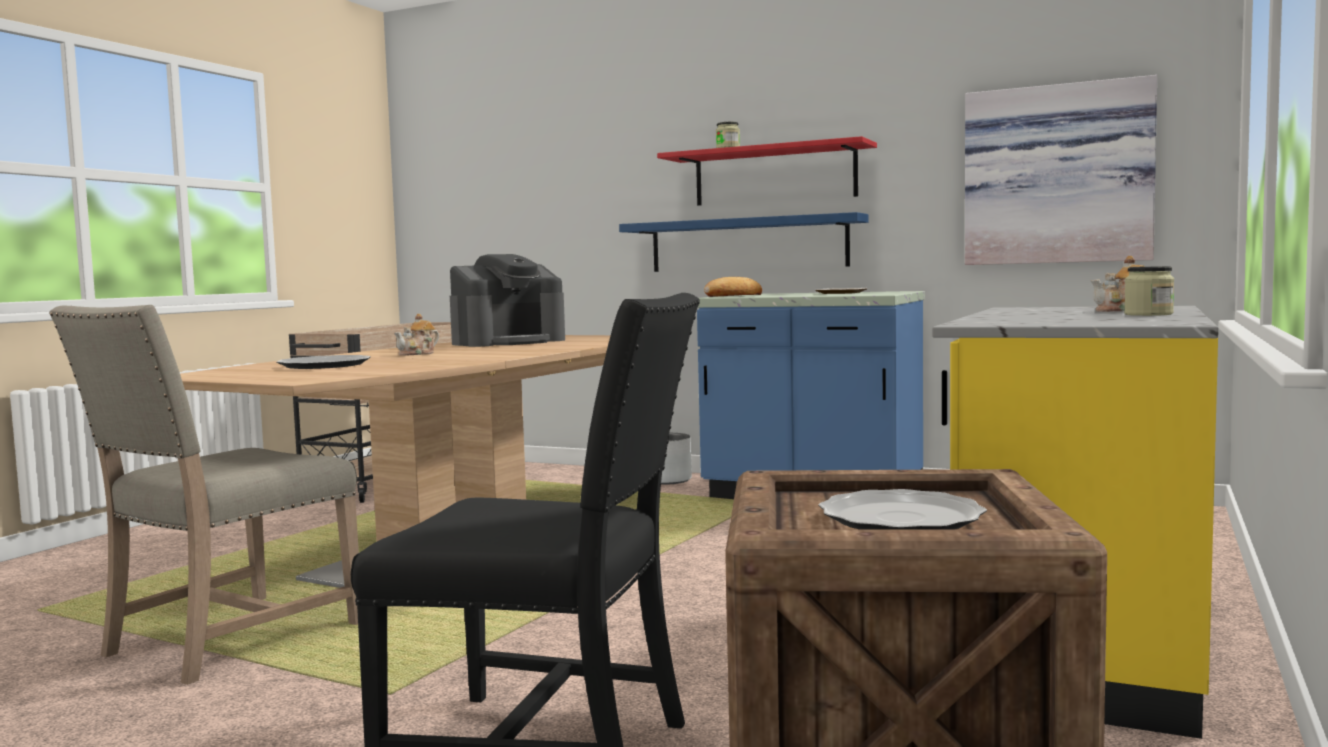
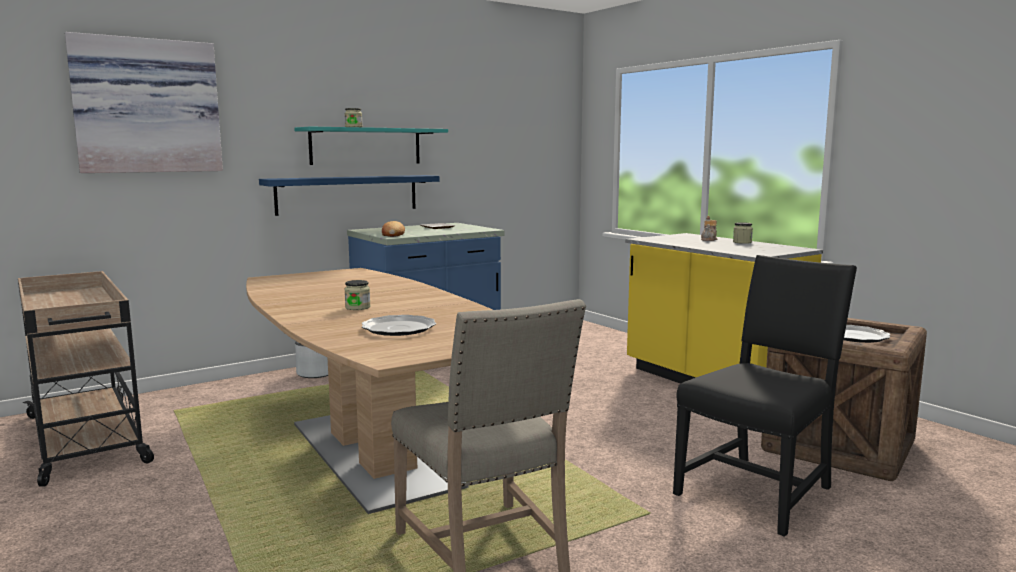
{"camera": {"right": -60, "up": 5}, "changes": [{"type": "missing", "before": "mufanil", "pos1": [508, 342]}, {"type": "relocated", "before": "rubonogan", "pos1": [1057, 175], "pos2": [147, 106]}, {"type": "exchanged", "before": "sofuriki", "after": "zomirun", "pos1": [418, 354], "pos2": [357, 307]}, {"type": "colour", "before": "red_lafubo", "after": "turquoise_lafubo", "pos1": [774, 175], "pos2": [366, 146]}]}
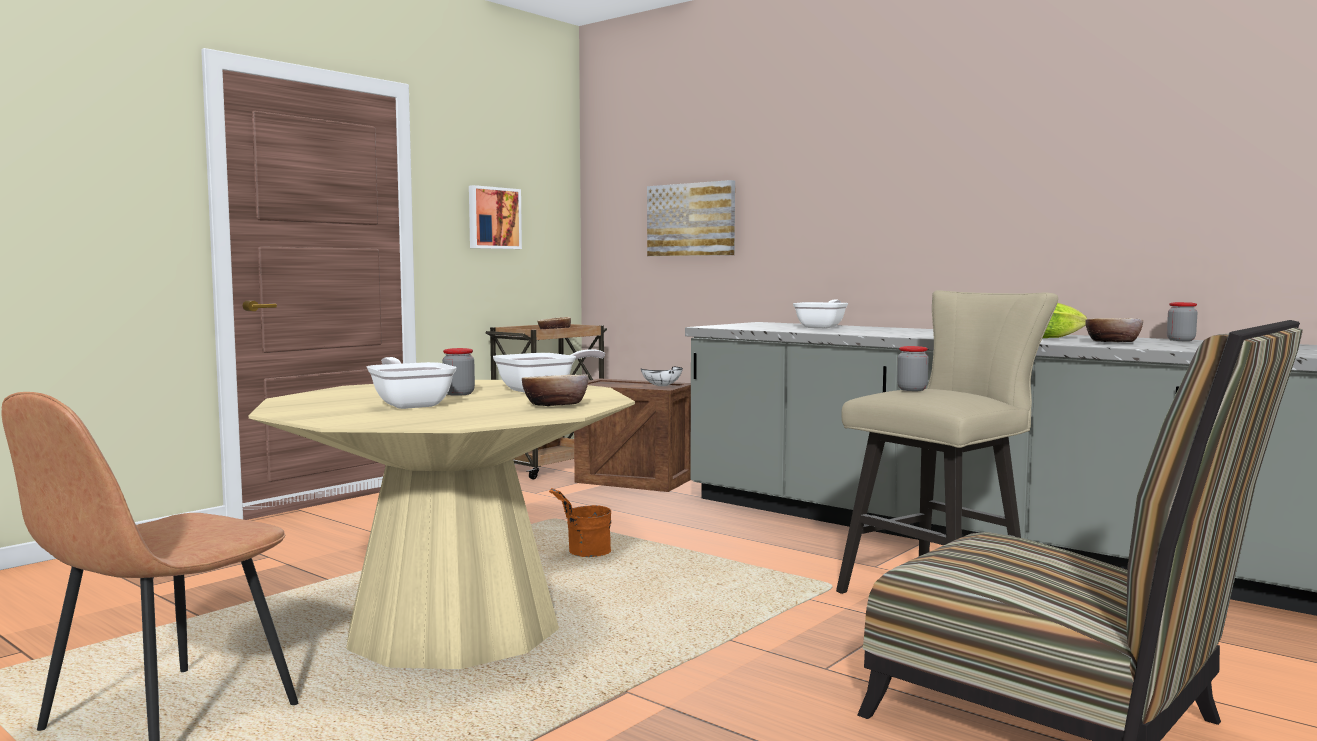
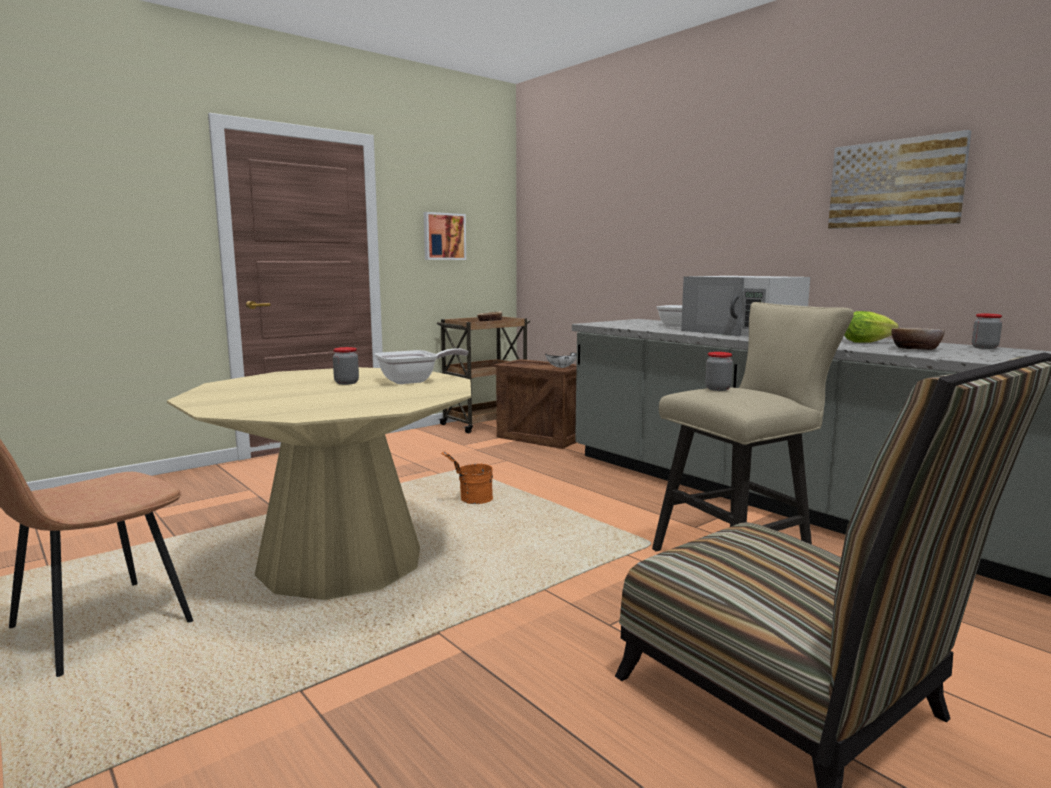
{"camera": {"right": 10, "up": 5}, "changes": [{"type": "missing", "before": "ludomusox", "pos1": [410, 404]}, {"type": "missing", "before": "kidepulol", "pos1": [555, 405]}, {"type": "appeared", "after": "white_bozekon", "pos2": [743, 332]}, {"type": "relocated", "before": "rubonogan", "pos1": [691, 219], "pos2": [895, 183]}]}
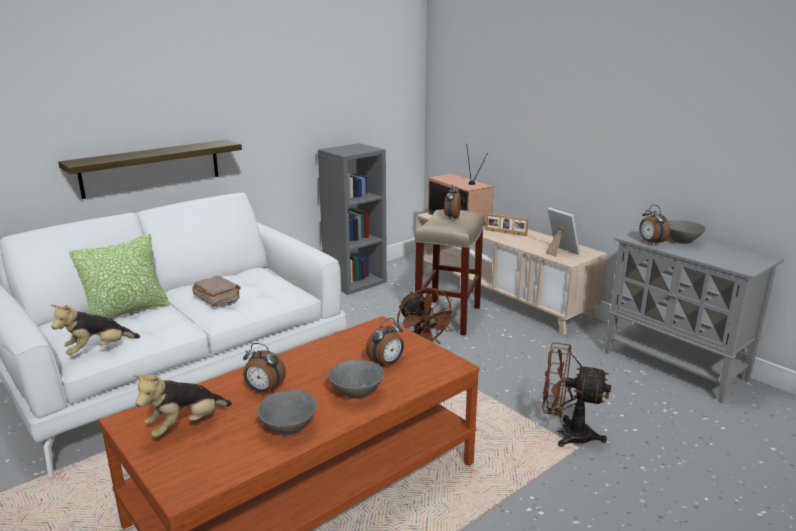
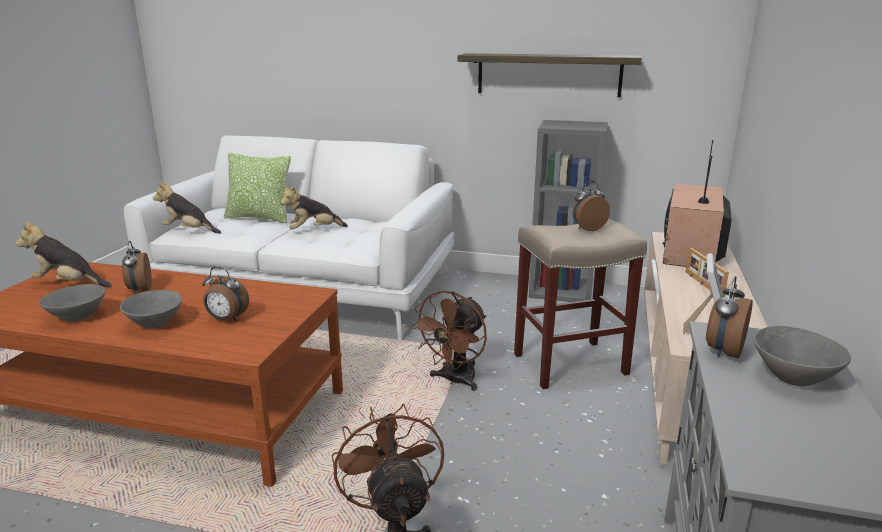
{"camera": {"right": 55, "up": 0}, "changes": [{"type": "relocated", "before": "lafubo", "pos1": [151, 168], "pos2": [548, 74]}, {"type": "exchanged", "before": "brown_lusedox", "after": "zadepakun", "pos1": [217, 298], "pos2": [313, 231]}]}
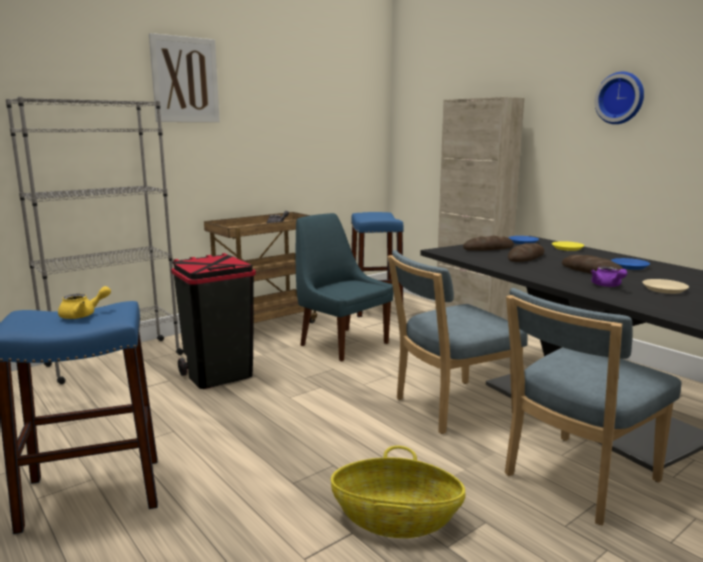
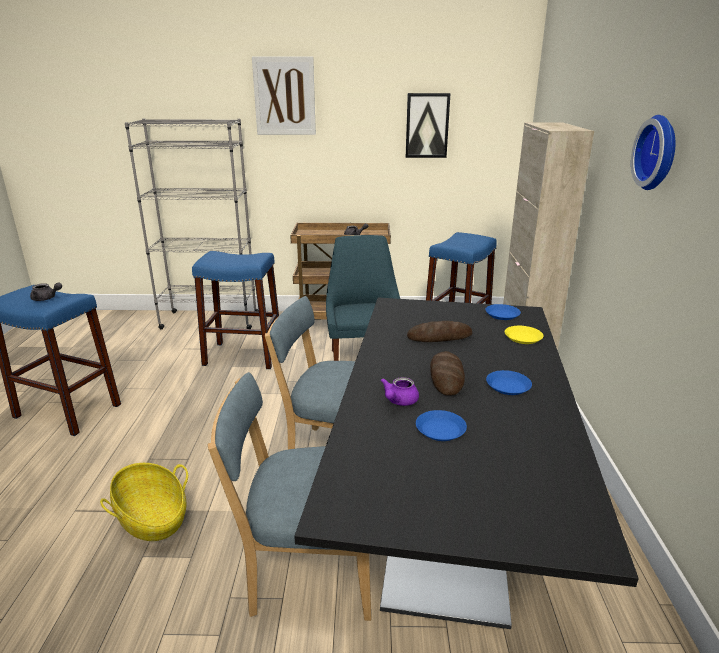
{"camera": {"right": 40, "up": 10}, "changes": [{"type": "missing", "before": "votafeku", "pos1": [488, 248]}, {"type": "appeared", "after": "rubonogan", "pos2": [427, 125]}, {"type": "exchanged", "before": "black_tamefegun", "after": "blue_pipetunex", "pos1": [218, 374], "pos2": [243, 355]}, {"type": "colour", "before": "yellow_sofuriki", "after": "grey_sofuriki", "pos1": [83, 315], "pos2": [46, 298]}, {"type": "colour", "before": "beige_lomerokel", "after": "blue_lomerokel", "pos1": [664, 289], "pos2": [440, 430]}]}
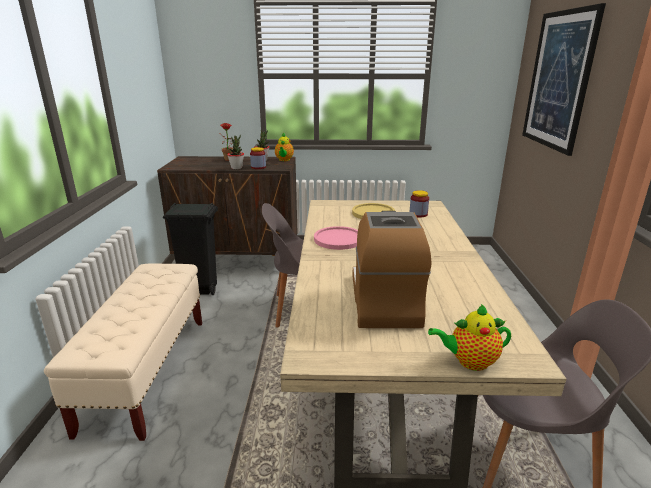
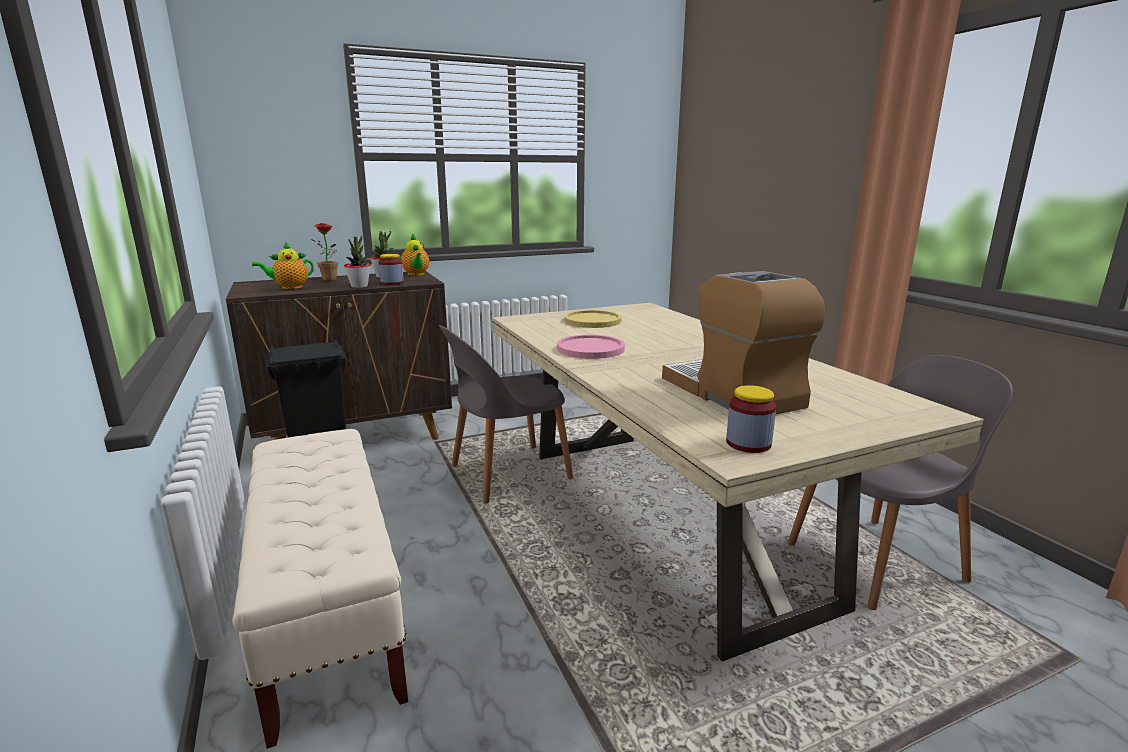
{"camera": {"right": -25, "up": -5}, "changes": [{"type": "missing", "before": "rubonogan", "pos1": [558, 80]}, {"type": "relocated", "before": "zomirun", "pos1": [418, 214], "pos2": [748, 443]}, {"type": "relocated", "before": "sofuriki", "pos1": [469, 361], "pos2": [289, 287]}]}
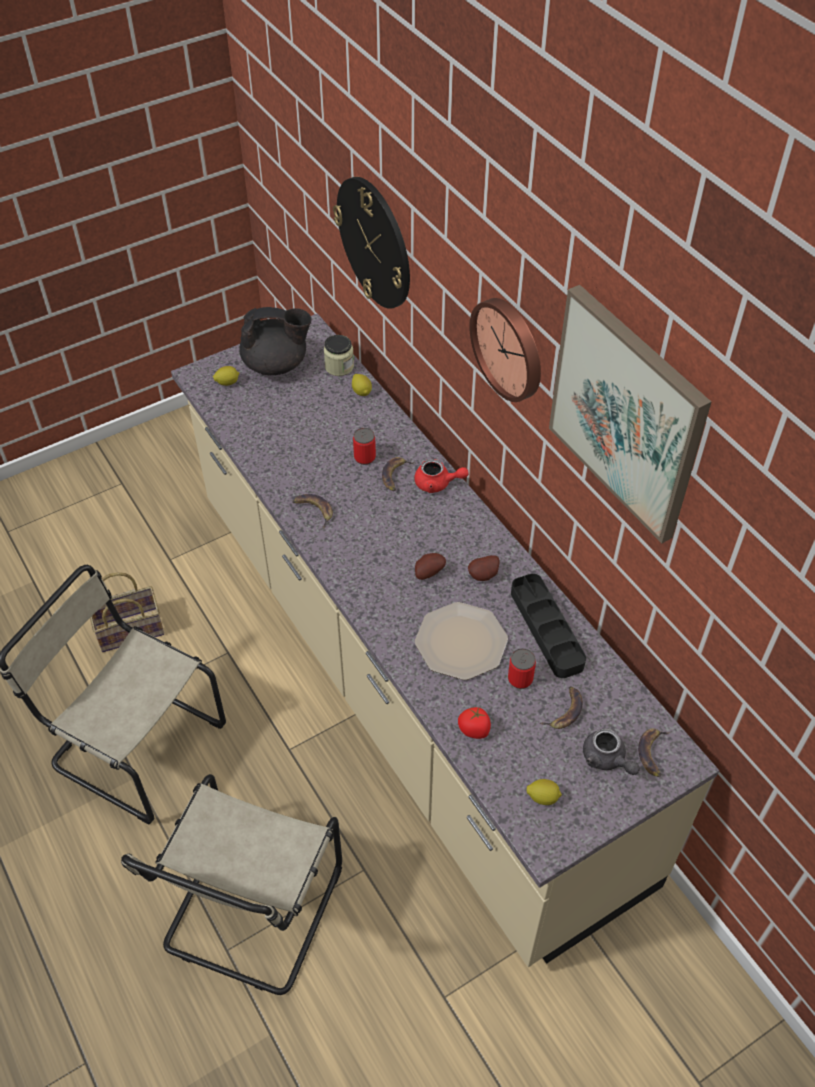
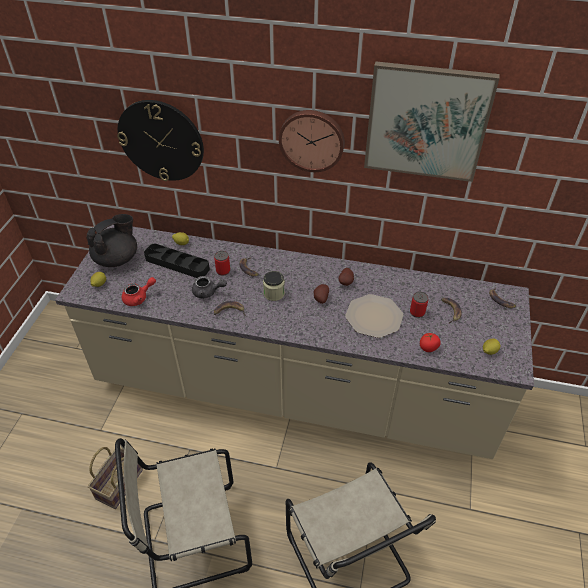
{"camera": {"right": -45, "up": -5}, "changes": [{"type": "relocated", "before": "zomirun", "pos1": [339, 366], "pos2": [274, 293]}, {"type": "relocated", "before": "red_sofuriki", "pos1": [437, 484], "pos2": [139, 298]}, {"type": "relocated", "before": "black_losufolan", "pos1": [546, 628], "pos2": [177, 264]}, {"type": "relocated", "before": "grey_sofuriki", "pos1": [607, 759], "pos2": [208, 292]}]}
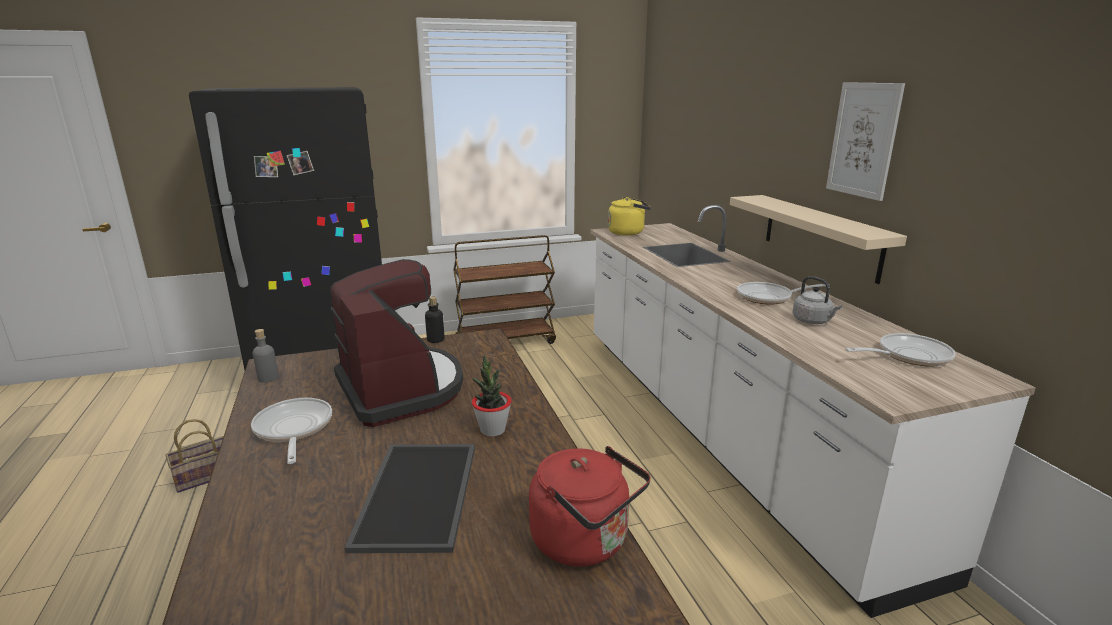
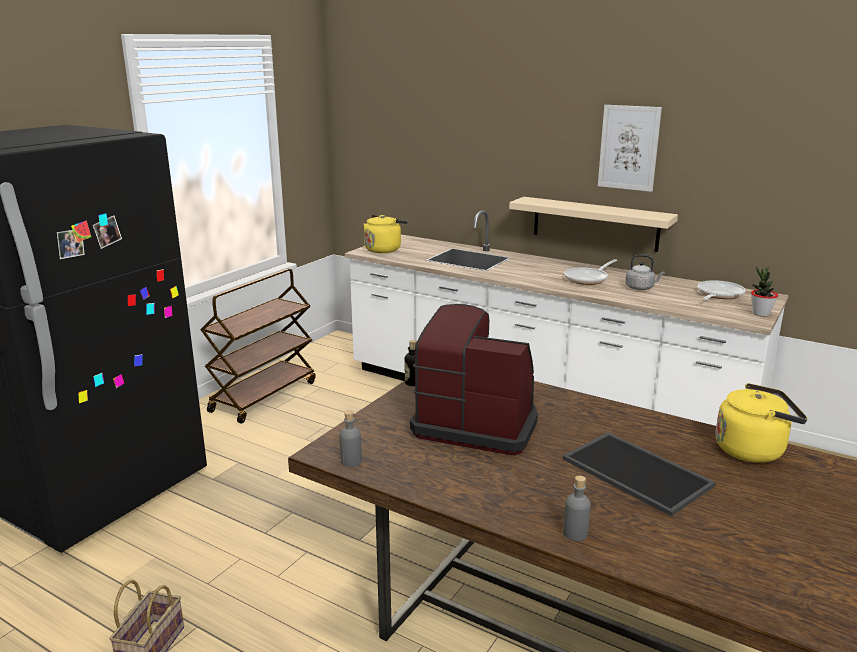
{"camera": {"right": -40, "up": 0}, "changes": [{"type": "missing", "before": "ludomusox", "pos1": [293, 430]}, {"type": "appeared", "after": "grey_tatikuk", "pos2": [575, 533]}, {"type": "relocated", "before": "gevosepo", "pos1": [492, 430], "pos2": [760, 313]}, {"type": "colour", "before": "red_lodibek", "after": "yellow_lodibek", "pos1": [585, 542], "pos2": [753, 450]}]}
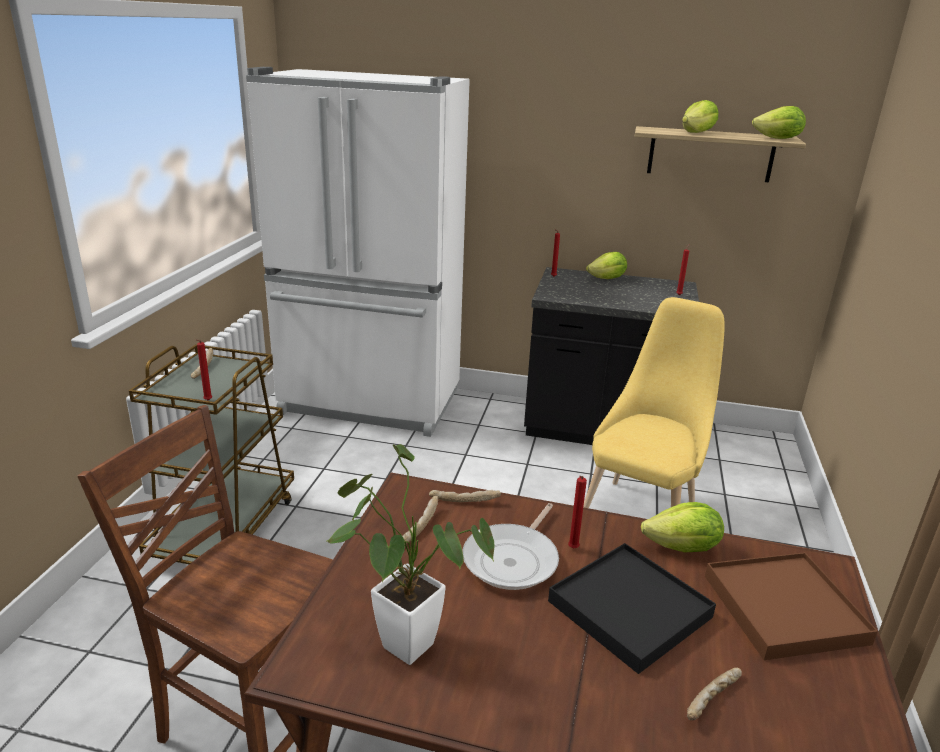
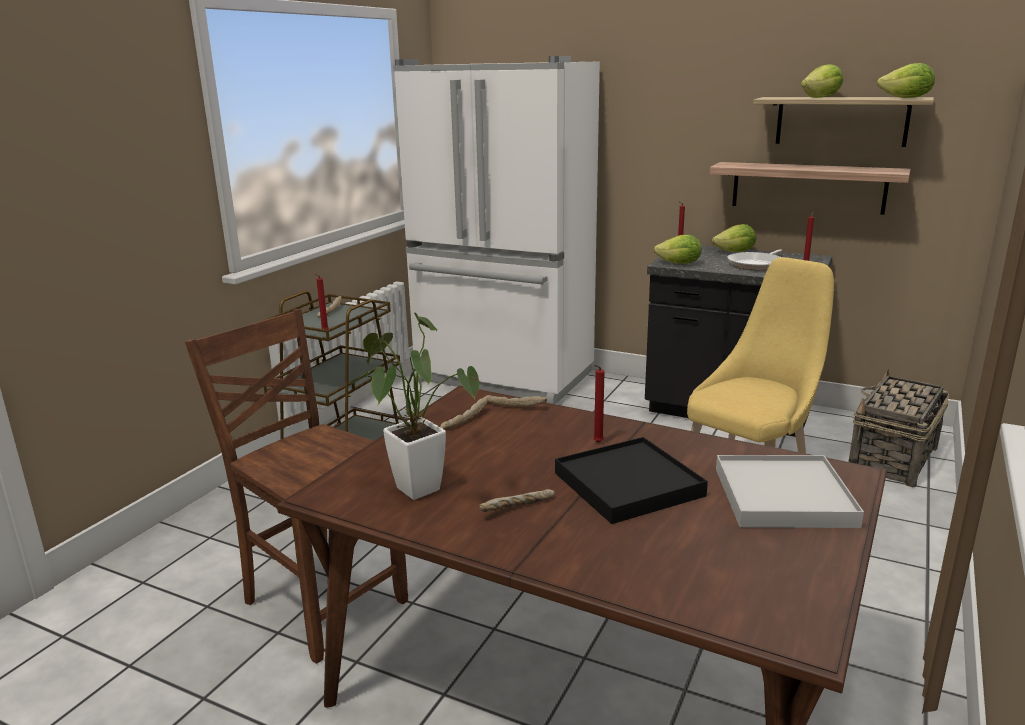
{"camera": {"right": 15, "up": -5}, "changes": [{"type": "appeared", "after": "lafubo", "pos2": [808, 187]}, {"type": "appeared", "after": "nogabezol", "pos2": [892, 459]}, {"type": "relocated", "before": "ludomusox", "pos1": [513, 559], "pos2": [756, 264]}, {"type": "relocated", "before": "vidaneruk", "pos1": [683, 548], "pos2": [679, 264]}, {"type": "relocated", "before": "votafeku", "pos1": [713, 700], "pos2": [518, 508]}, {"type": "colour", "before": "brown_losufolan", "after": "white_losufolan", "pos1": [784, 609], "pos2": [784, 497]}]}
